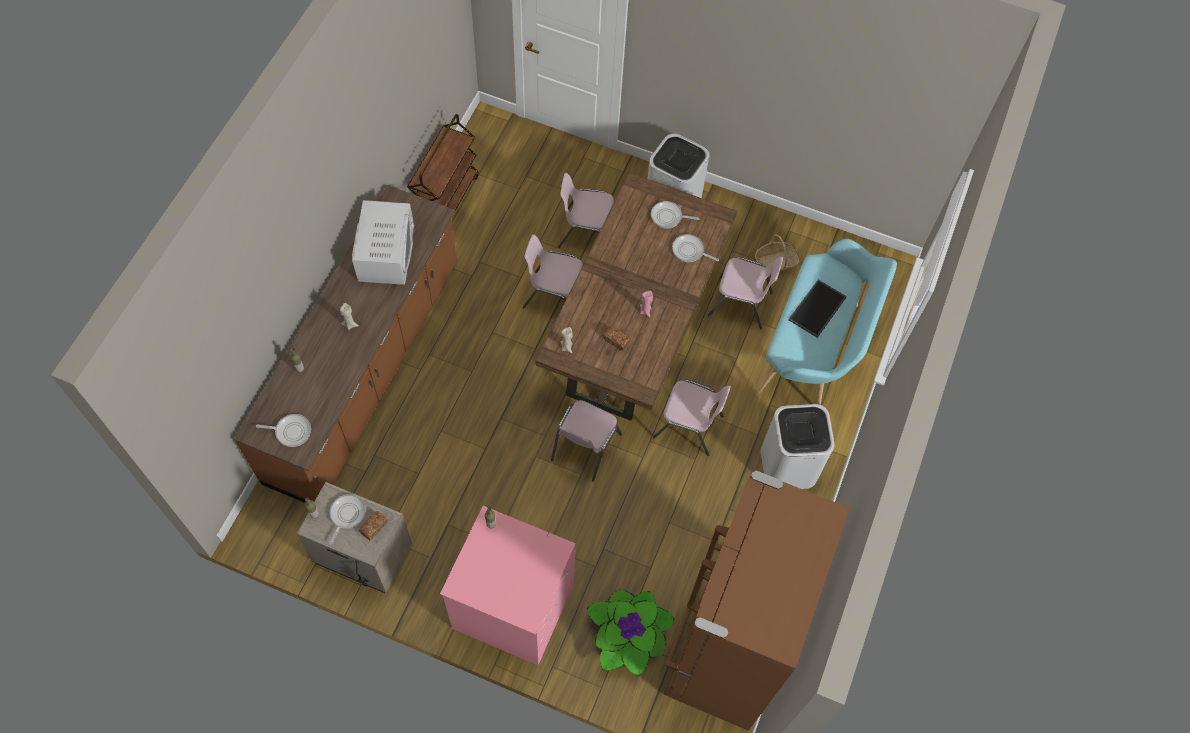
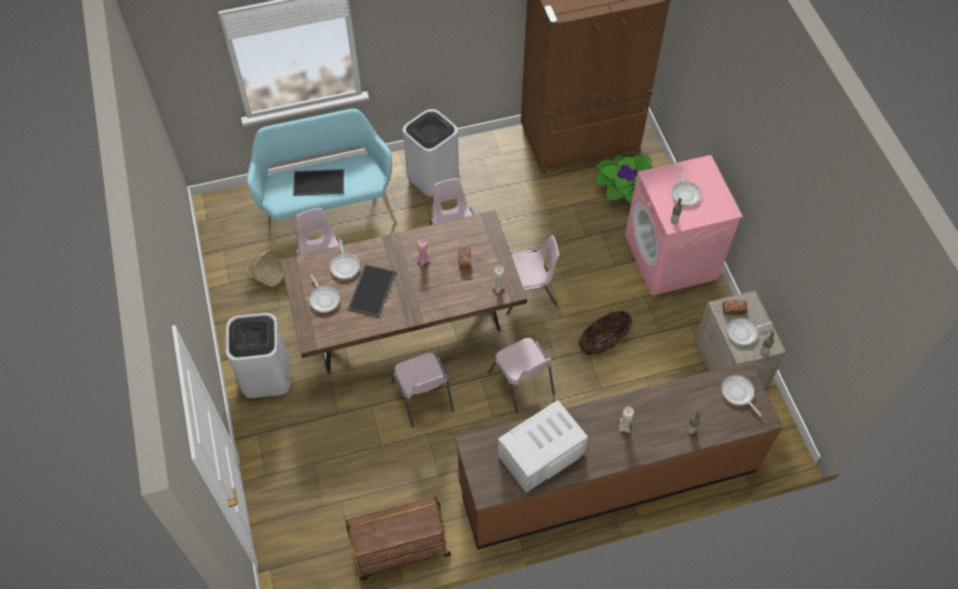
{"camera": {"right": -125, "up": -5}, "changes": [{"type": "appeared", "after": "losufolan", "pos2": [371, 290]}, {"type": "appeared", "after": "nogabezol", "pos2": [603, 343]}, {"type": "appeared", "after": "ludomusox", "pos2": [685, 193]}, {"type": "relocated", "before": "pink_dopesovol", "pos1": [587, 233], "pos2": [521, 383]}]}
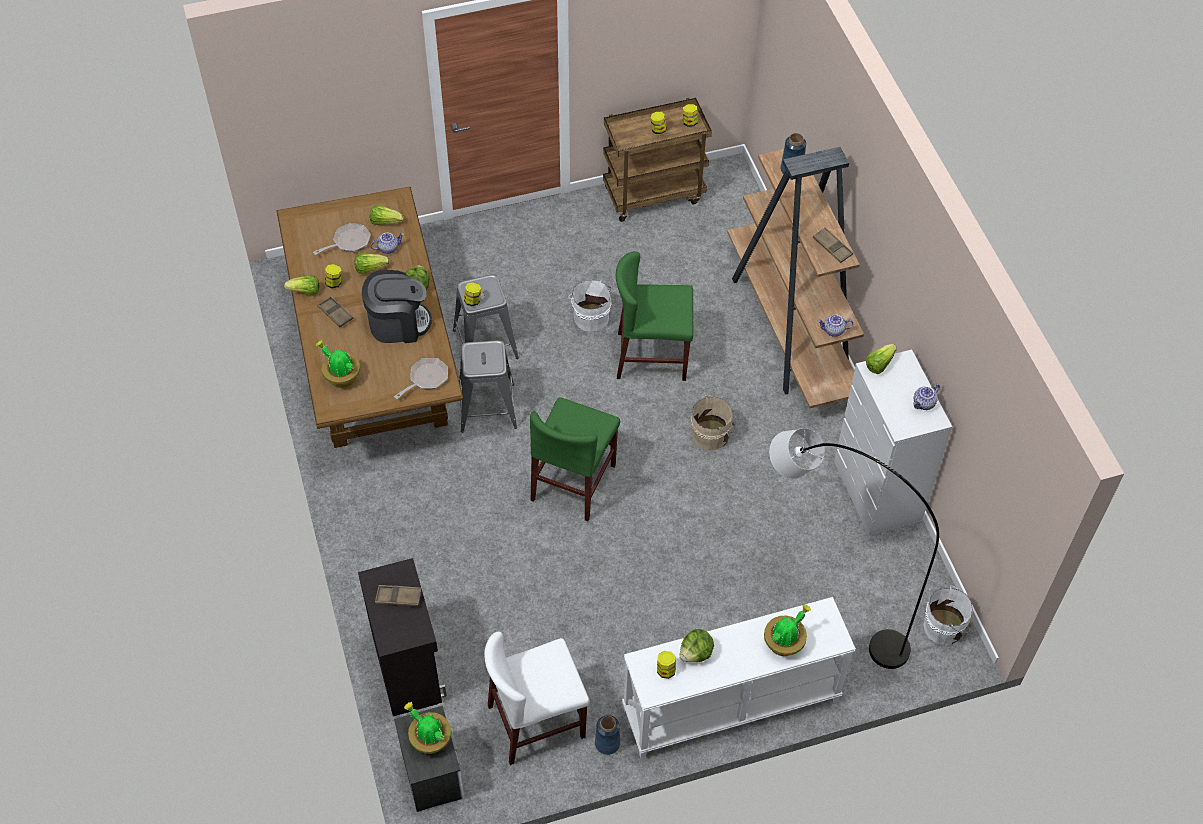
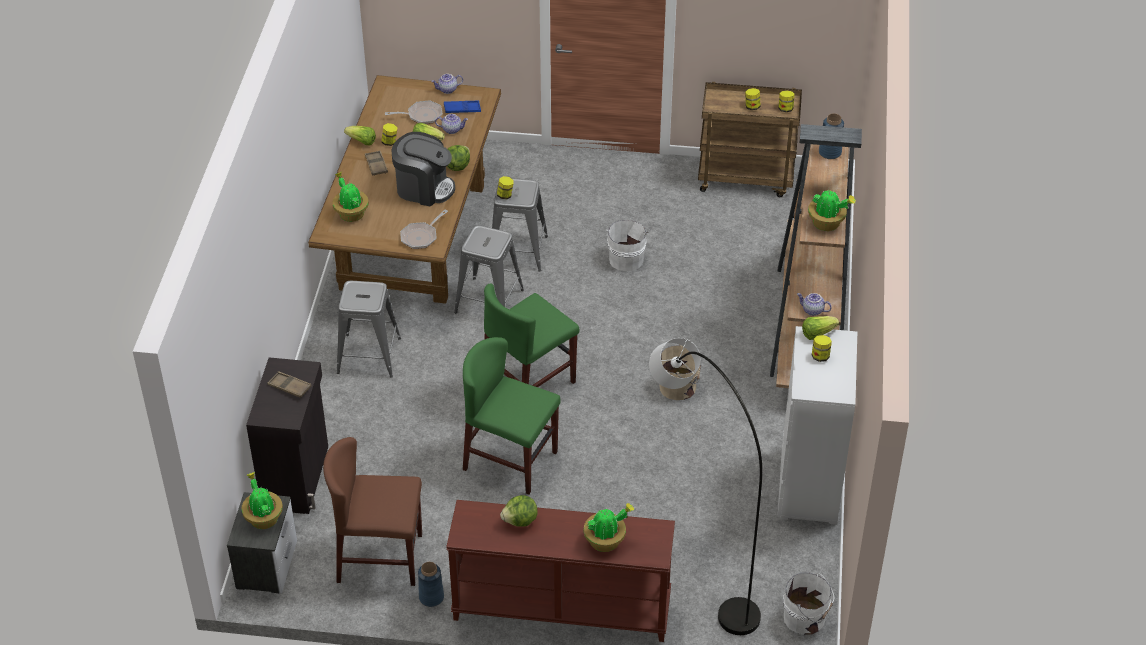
{"camera": {"right": 25, "up": -10}, "changes": [{"type": "appeared", "after": "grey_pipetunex", "pos2": [369, 355]}, {"type": "relocated", "before": "green_dopesovol", "pos1": [651, 356], "pos2": [510, 460]}, {"type": "relocated", "before": "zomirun", "pos1": [666, 670], "pos2": [820, 356]}, {"type": "relocated", "before": "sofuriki", "pos1": [924, 404], "pos2": [447, 90]}, {"type": "exchanged", "before": "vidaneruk", "after": "blue_losufolan", "pos1": [385, 221], "pos2": [462, 109]}, {"type": "exchanged", "before": "brown_losufolan", "after": "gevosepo", "pos1": [832, 247], "pos2": [827, 223]}, {"type": "colour", "before": "white_dopesovol", "after": "brown_dopesovol", "pos1": [536, 721], "pos2": [380, 558]}, {"type": "colour", "before": "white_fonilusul", "after": "brown_fonilusul", "pos1": [731, 706], "pos2": [560, 609]}, {"type": "spun", "before": "ludomusox", "pos1": [426, 379], "pos2": [421, 236], "turn": 150}]}
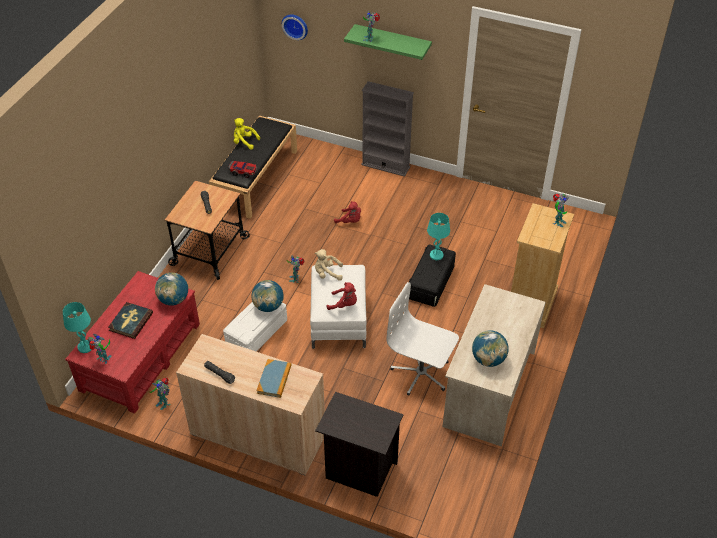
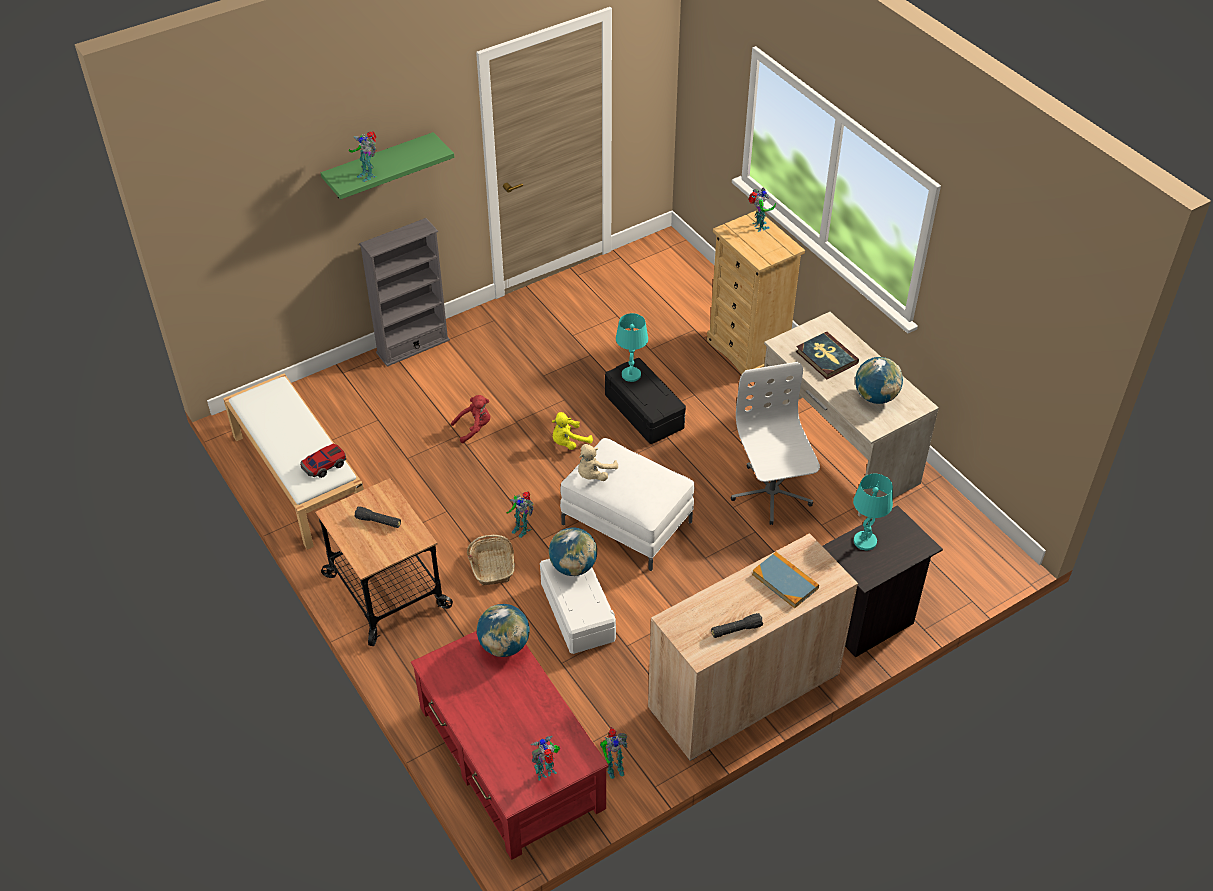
{"camera": {"right": -55, "up": 0}, "changes": [{"type": "missing", "before": "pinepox", "pos1": [295, 25]}, {"type": "missing", "before": "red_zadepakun", "pos1": [344, 304]}, {"type": "appeared", "after": "nogabezol", "pos2": [493, 567]}, {"type": "relocated", "before": "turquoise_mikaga", "pos1": [85, 347], "pos2": [865, 541]}, {"type": "relocated", "before": "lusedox", "pos1": [130, 321], "pos2": [826, 357]}, {"type": "relocated", "before": "yellow_zadepakun", "pos1": [244, 142], "pos2": [569, 442]}, {"type": "colour", "before": "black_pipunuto", "after": "white_pipunuto", "pos1": [256, 178], "pos2": [298, 477]}, {"type": "spun", "before": "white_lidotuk", "pos1": [421, 373], "pos2": [771, 493], "turn": 105}]}
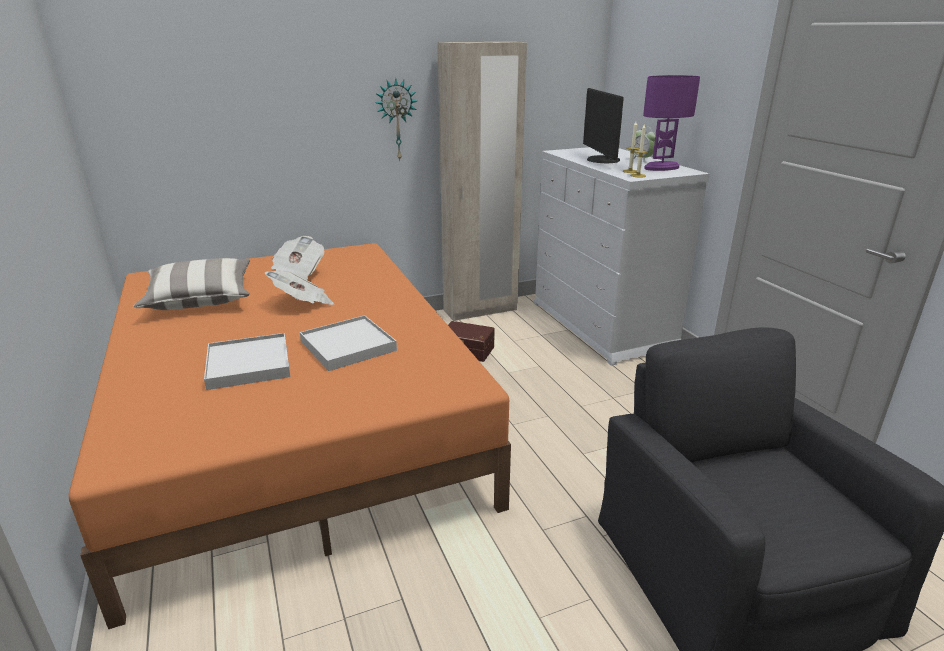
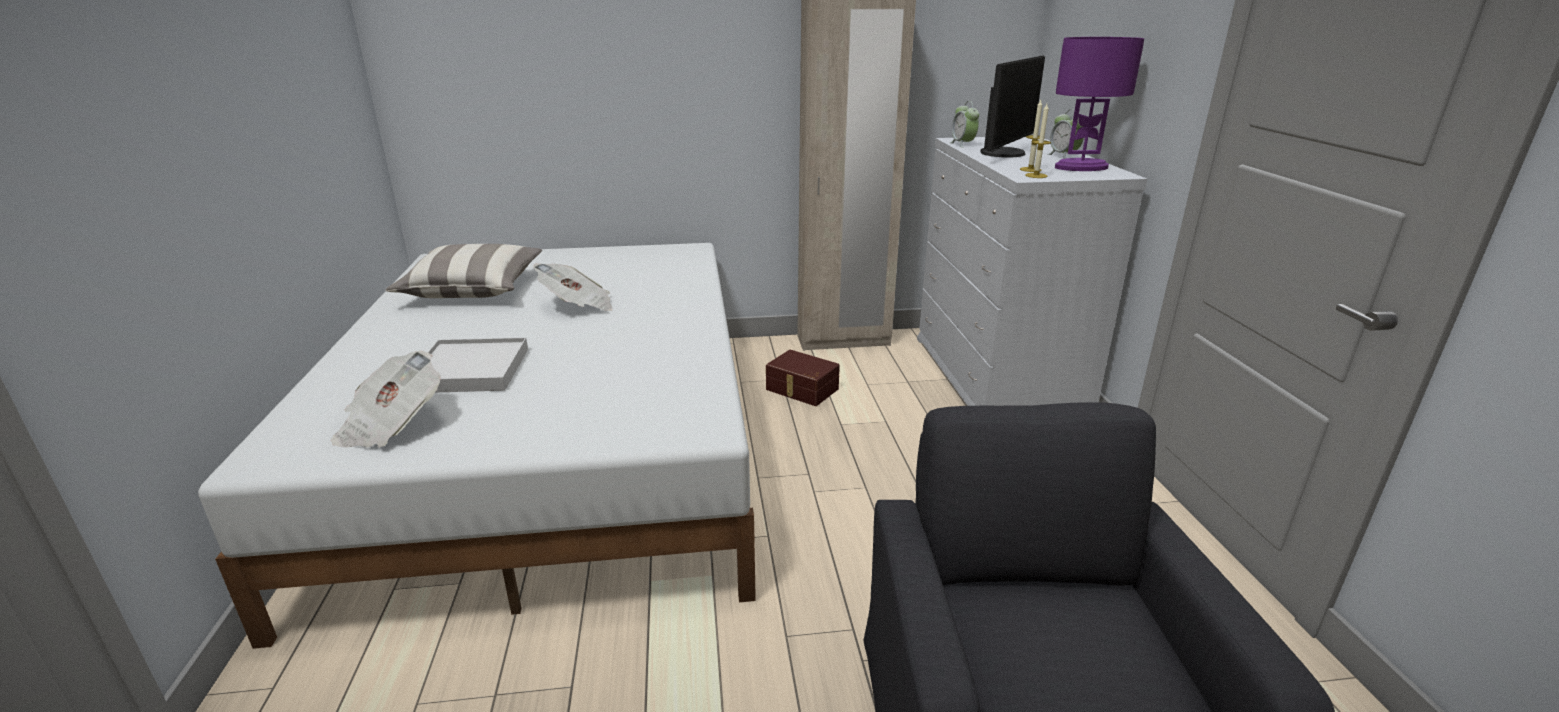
{"camera": {"right": 15, "up": 0}, "changes": [{"type": "missing", "before": "white_losufolan", "pos1": [348, 346]}, {"type": "missing", "before": "pinepox", "pos1": [396, 120]}, {"type": "appeared", "after": "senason", "pos2": [962, 144]}, {"type": "relocated", "before": "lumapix", "pos1": [297, 275], "pos2": [391, 425]}, {"type": "colour", "before": "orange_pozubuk", "after": "white_pozubuk", "pos1": [295, 422], "pos2": [558, 448]}, {"type": "spun", "before": "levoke", "pos1": [601, 160], "pos2": [1005, 153], "turn": -150}]}
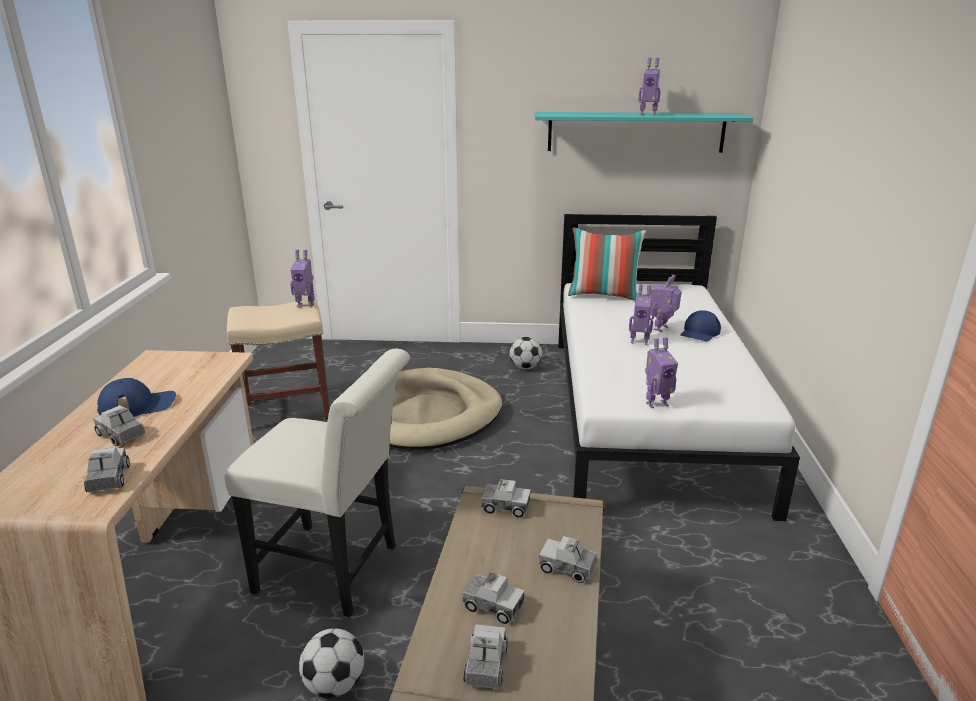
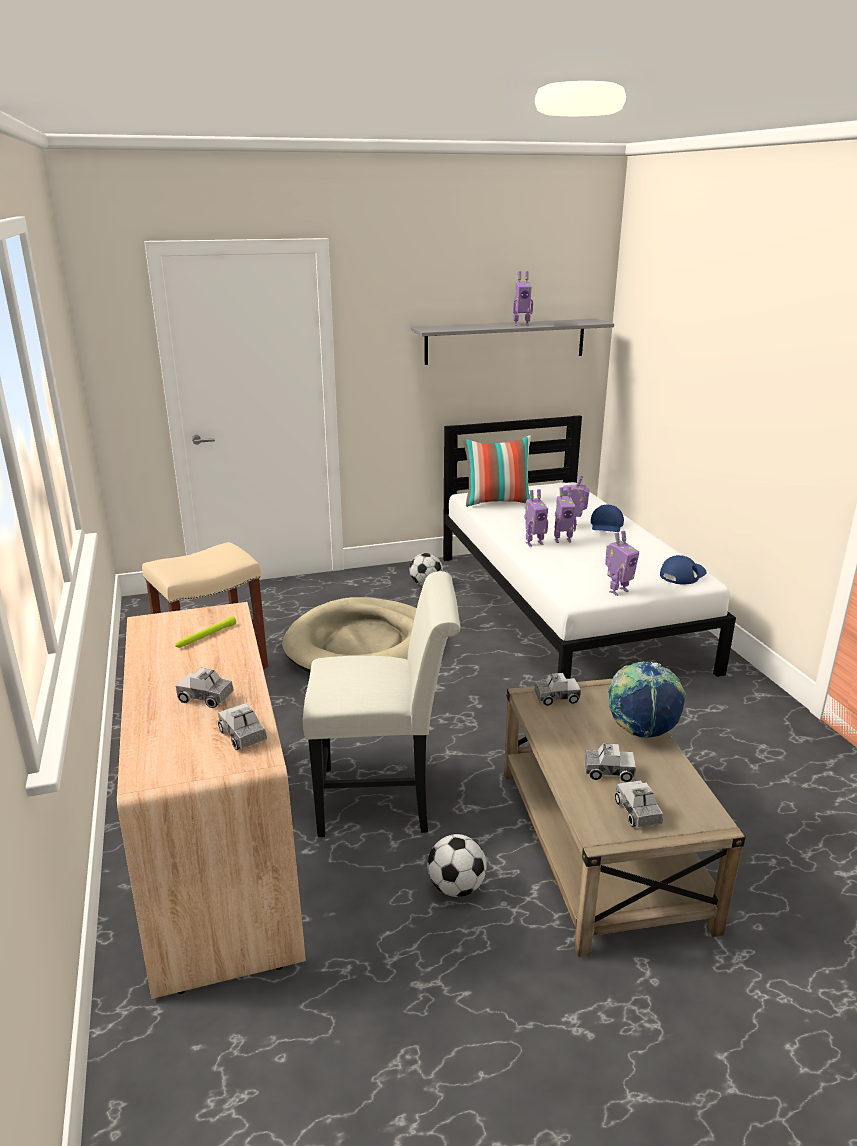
{"camera": {"right": -20, "up": 0}, "changes": [{"type": "appeared", "after": "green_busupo", "pos2": [205, 636]}, {"type": "relocated", "before": "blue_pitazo", "pos1": [138, 405], "pos2": [682, 574]}, {"type": "relocated", "before": "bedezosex", "pos1": [305, 305], "pos2": [534, 543]}, {"type": "exchanged", "before": "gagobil", "after": "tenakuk", "pos1": [567, 568], "pos2": [641, 732]}, {"type": "colour", "before": "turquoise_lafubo", "after": "grey_lafubo", "pos1": [636, 132], "pos2": [505, 341]}]}
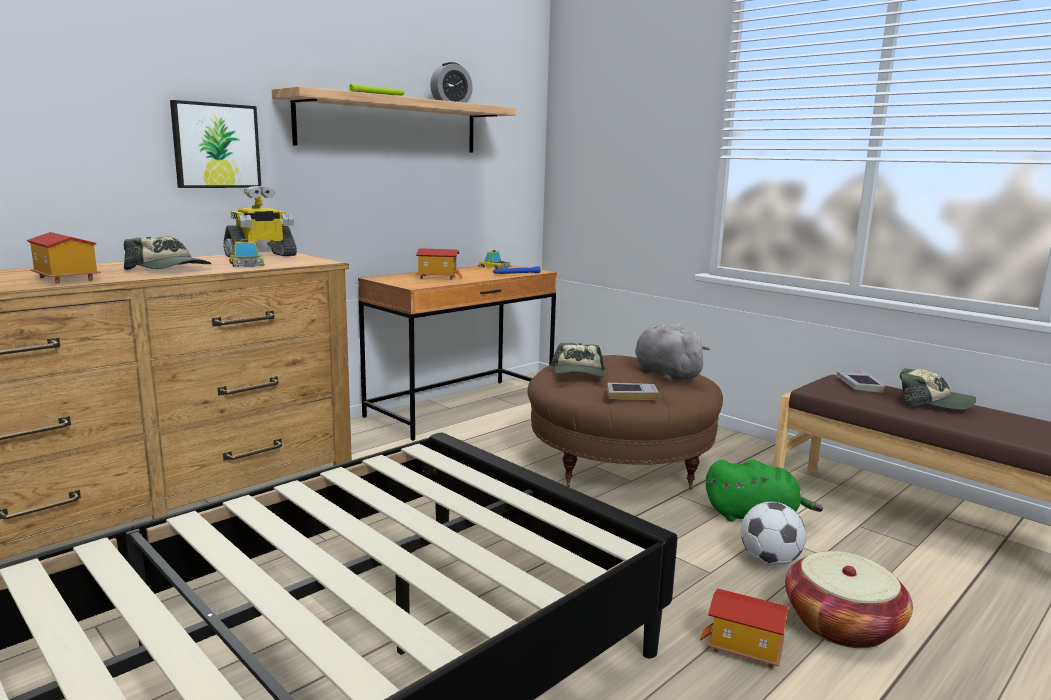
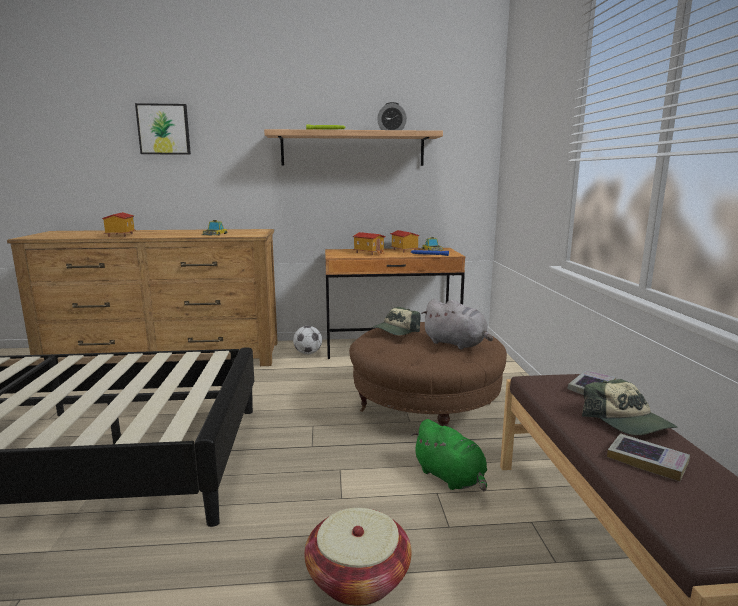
{"camera": {"right": 40, "up": 0}, "changes": [{"type": "missing", "before": "pitazo", "pos1": [170, 269]}, {"type": "missing", "before": "bedezosex", "pos1": [261, 256]}, {"type": "relocated", "before": "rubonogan", "pos1": [216, 146], "pos2": [164, 129]}, {"type": "relocated", "before": "lusedox", "pos1": [631, 395], "pos2": [647, 461]}, {"type": "relocated", "before": "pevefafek", "pos1": [744, 648], "pos2": [403, 250]}, {"type": "relocated", "before": "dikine", "pos1": [769, 561], "pos2": [308, 353]}, {"type": "spun", "before": "grey_zadepakun", "pos1": [665, 374], "pos2": [456, 344], "turn": 120}]}
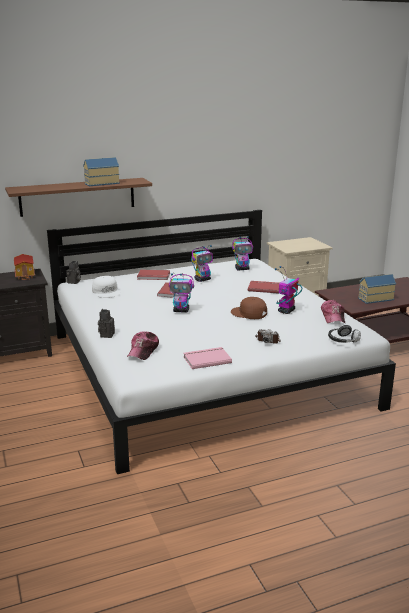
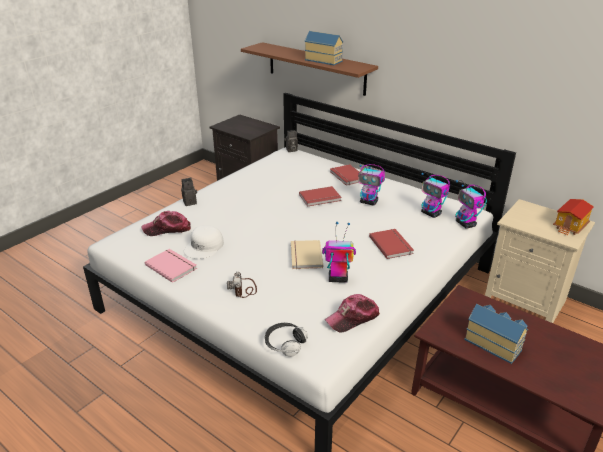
{"camera": {"right": 60, "up": 10}, "changes": [{"type": "relocated", "before": "pevefafek", "pos1": [25, 275], "pos2": [570, 226]}, {"type": "relocated", "before": "white_pitazo", "pos1": [106, 291], "pos2": [204, 247]}, {"type": "relocated", "before": "bedezosex", "pos1": [181, 311], "pos2": [466, 224]}, {"type": "exchanged", "before": "brown_pitazo", "after": "beige_lusedox", "pos1": [249, 313], "pos2": [304, 256]}]}
